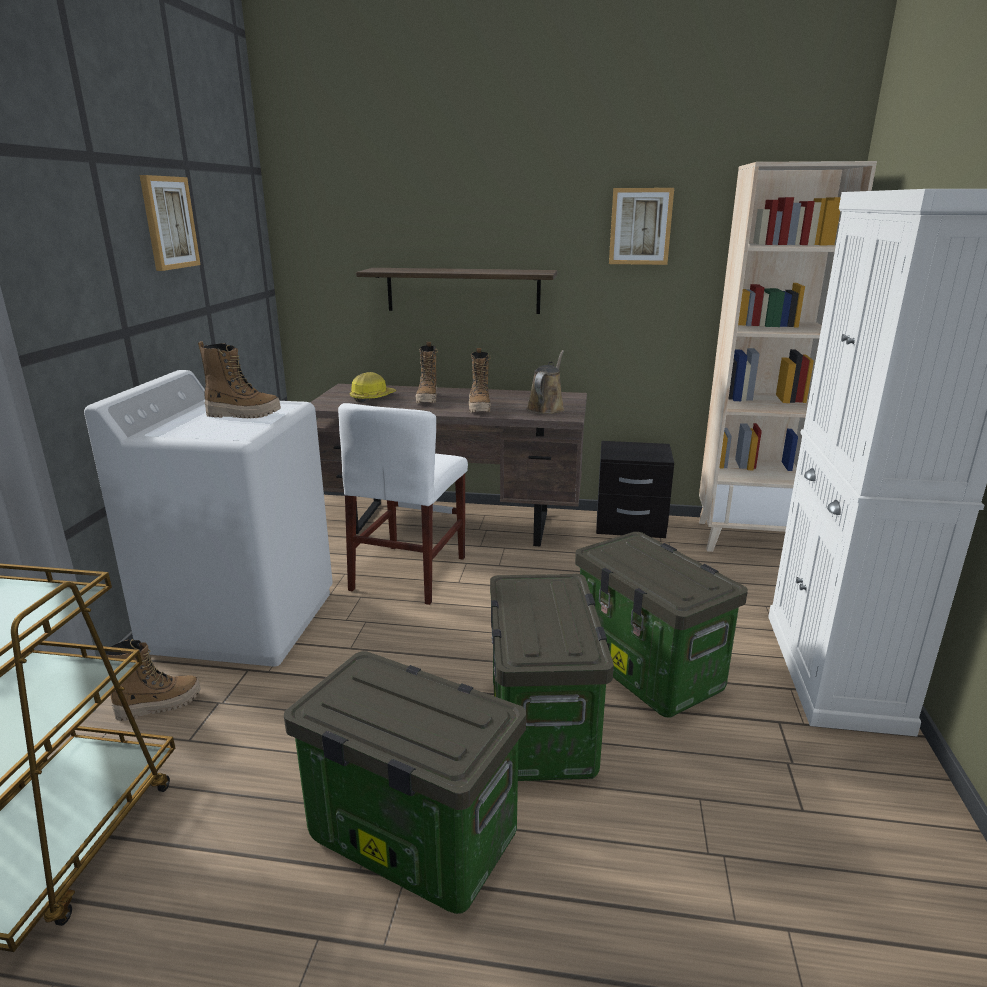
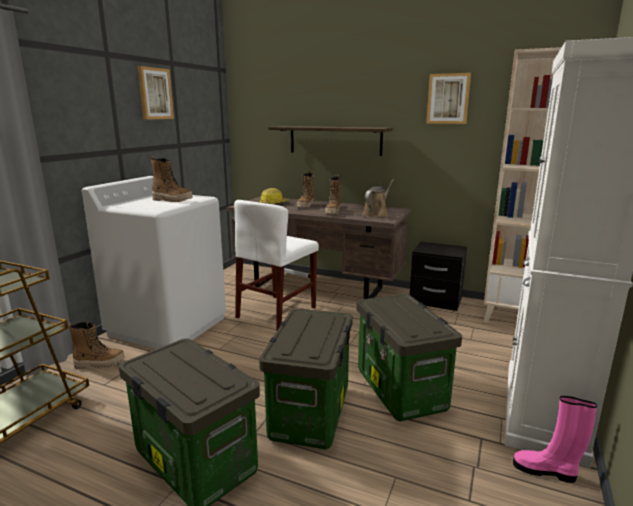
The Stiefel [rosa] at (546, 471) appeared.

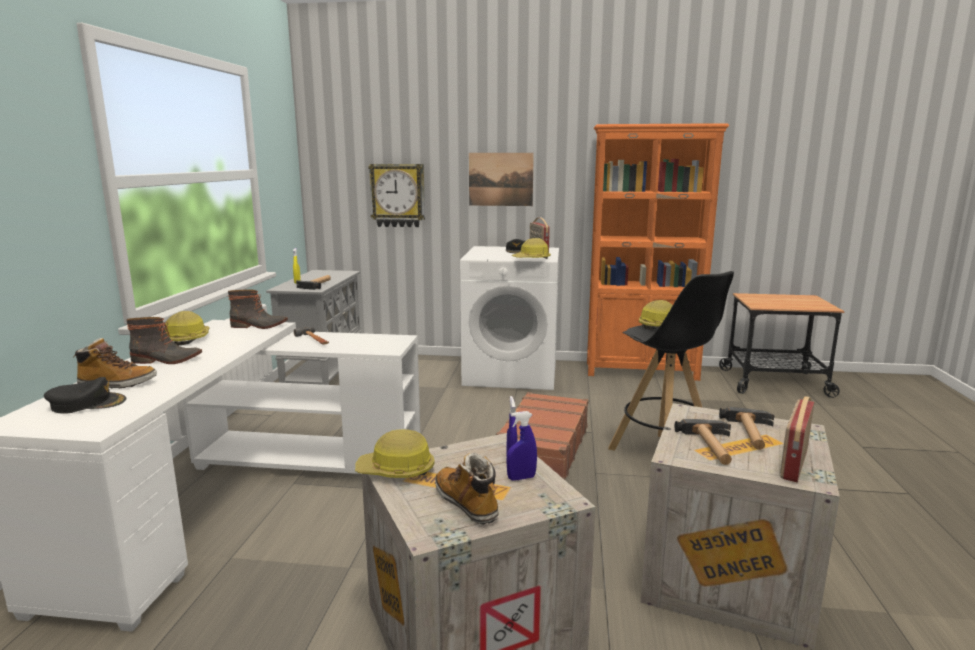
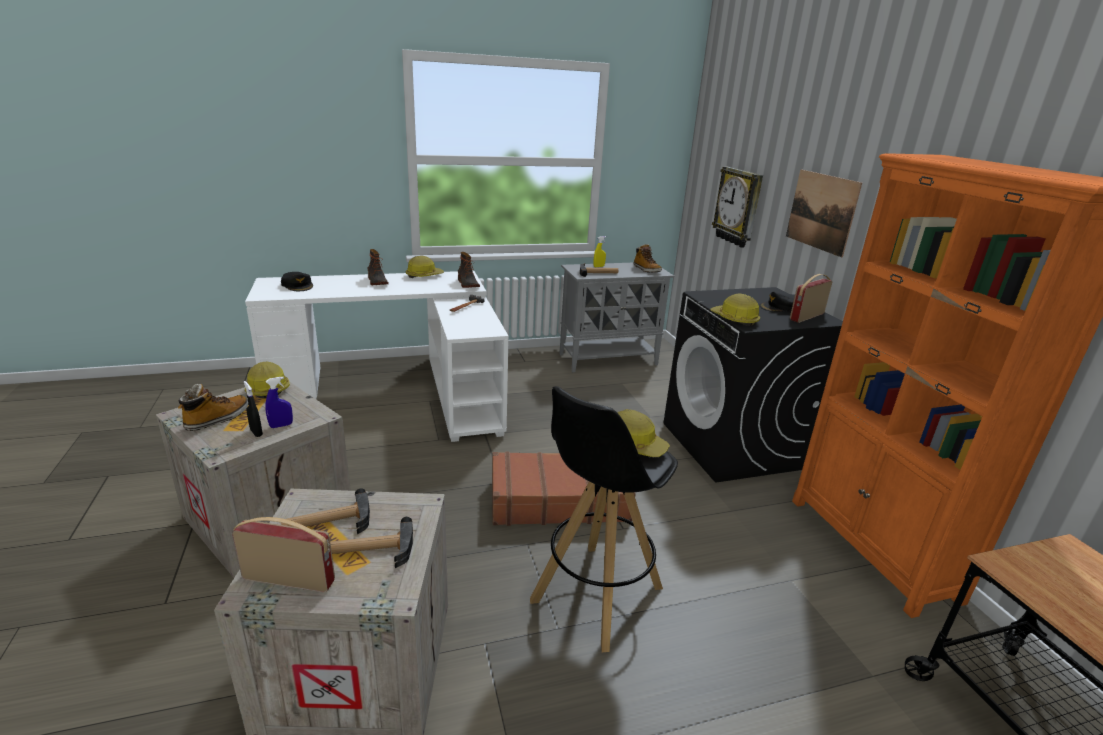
The Stiefel moved from (117, 384) to (646, 269). The Waschmaschine [weiß] at (512, 373) became the Waschmaschine [schwarz] at (732, 446). The Sprühflasche [blau] at (521, 478) became the Sprühflasche [schwarz] at (256, 432).

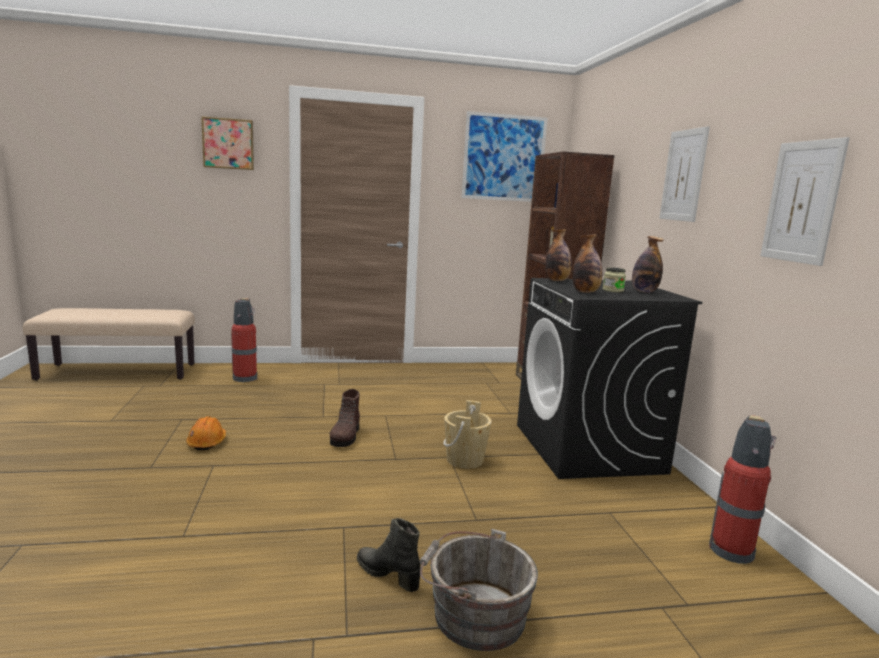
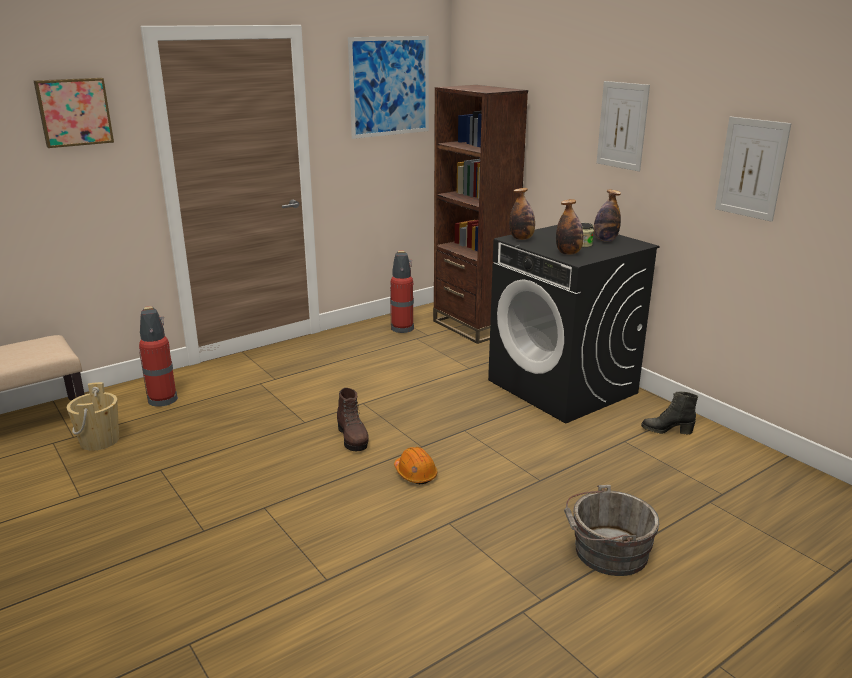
The Schutzhelm [orange] moved from (207, 442) to (415, 474). The Stiefel [schwarz] moved from (388, 574) to (666, 430). The Eimer [beige] moved from (465, 459) to (99, 440). The Feuerlöscher moved from (731, 550) to (402, 328).

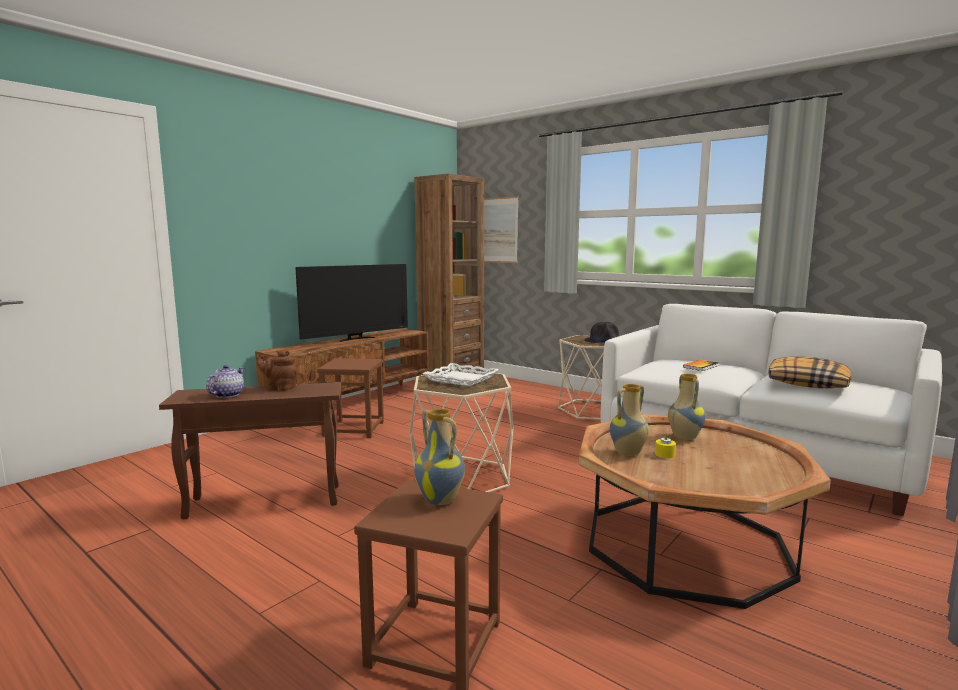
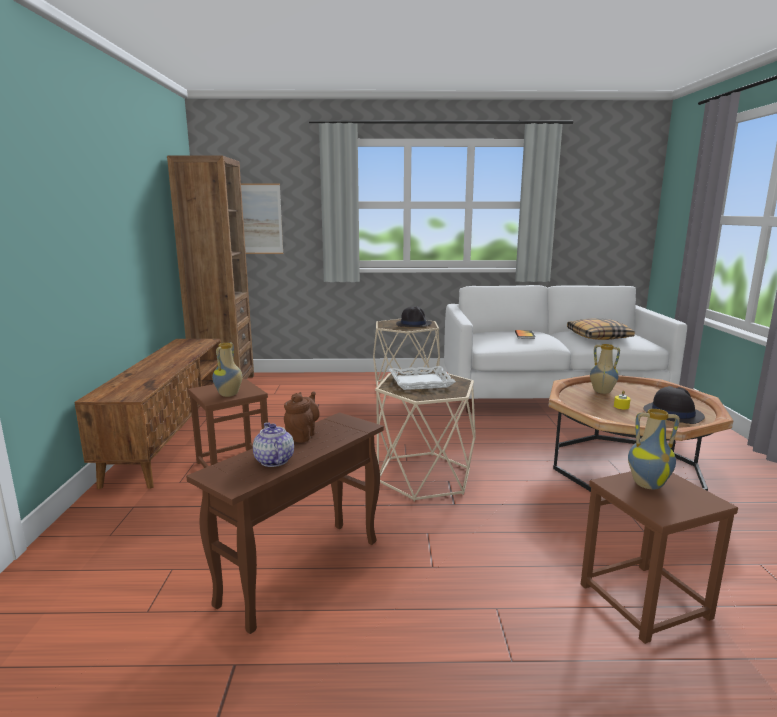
The Fernseher at (356, 339) disappeared. The Hut [schwarz] at (672, 413) appeared. The Vase moved from (628, 453) to (229, 395). The Teekanne [braun] at (279, 388) turned 135 degrees clockwise.

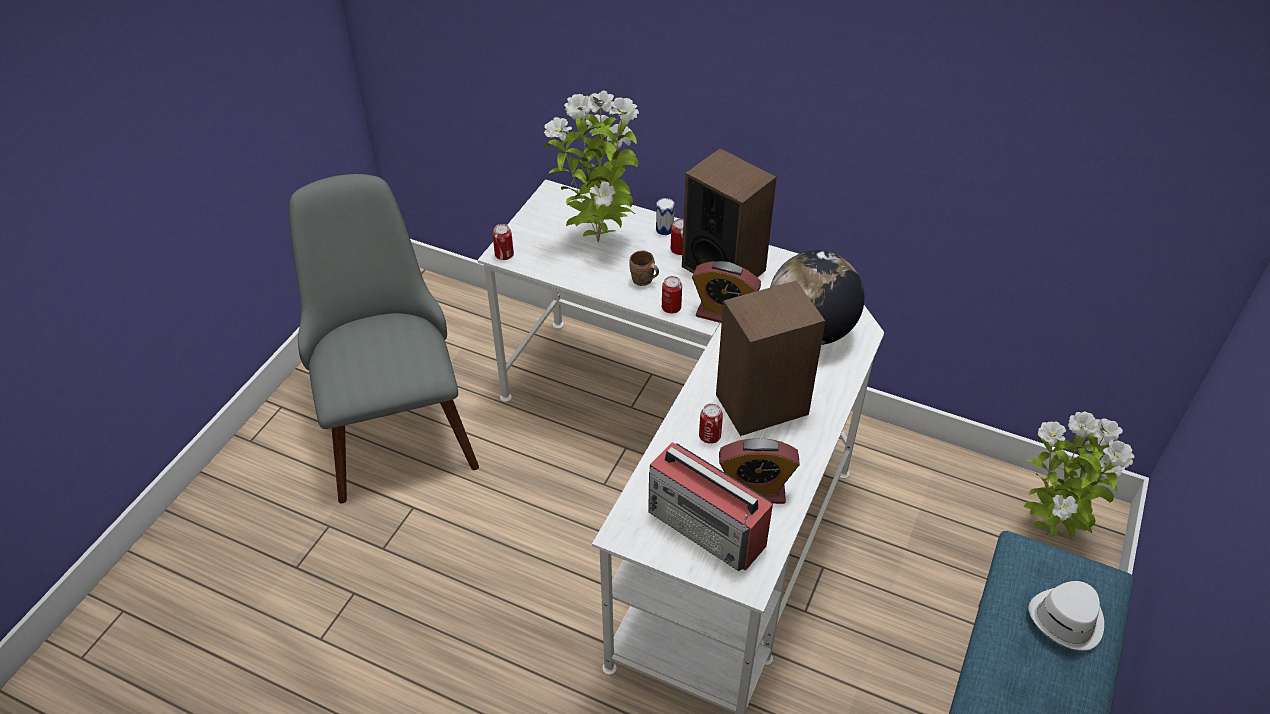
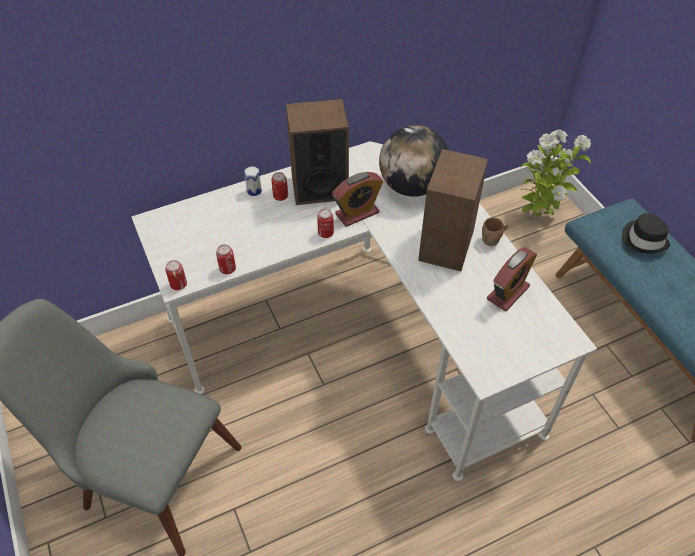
The Topfpflanze at (599, 240) disappeared. The Radio at (707, 528) disappeared. The Henkelbecher [braun] moved from (642, 281) to (492, 241). The Dose moved from (709, 436) to (227, 269). The Hut [weiß] at (1067, 620) became the Hut [schwarz] at (644, 239).

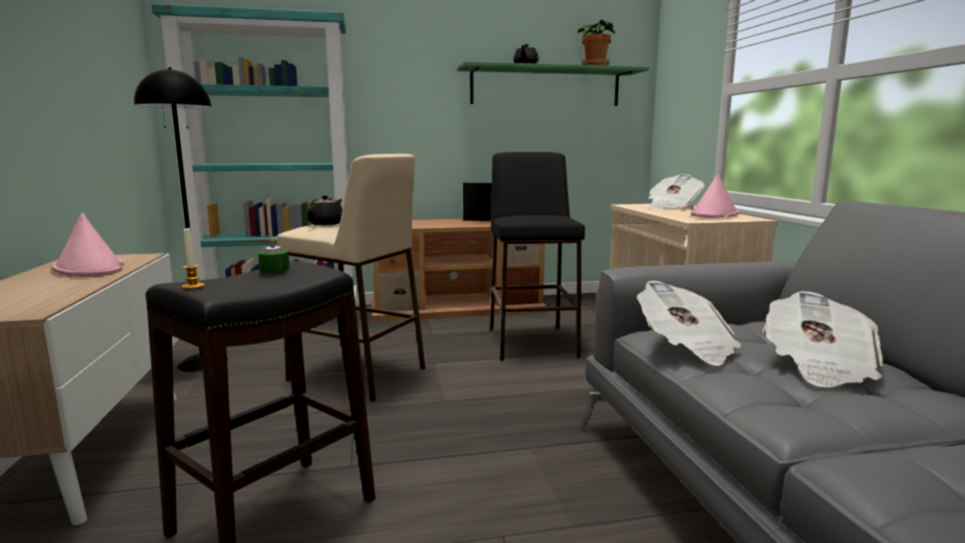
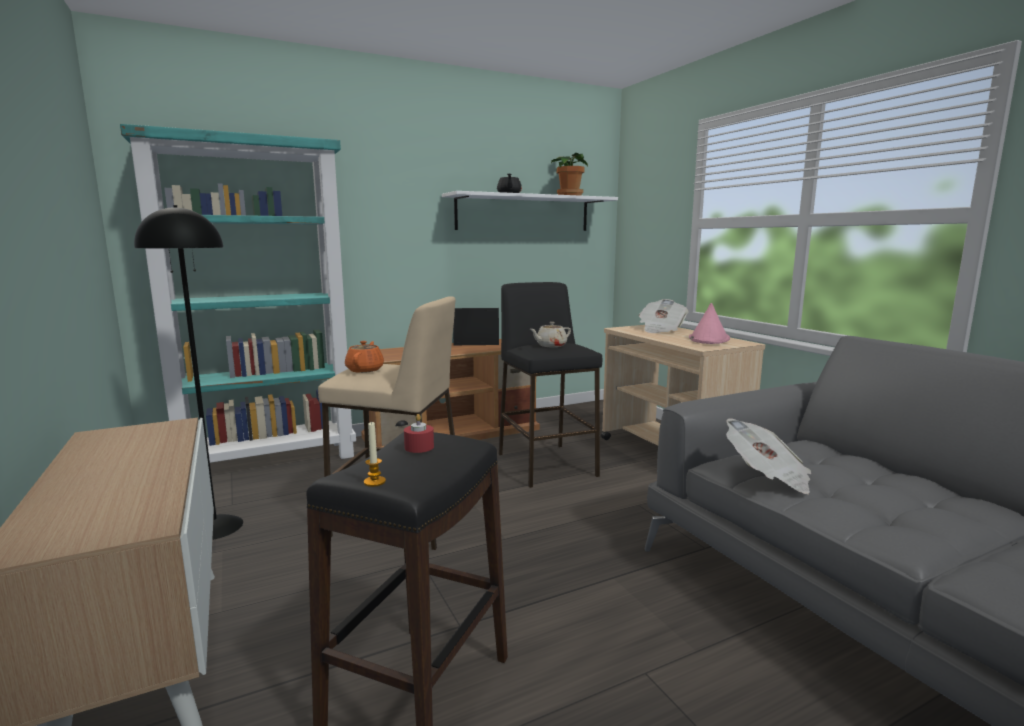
The Hut [rosa] at (89, 268) disappeared. The Zeitung at (818, 366) disappeared. The Teekanne [beige] at (550, 345) appeared. The Kerze [grün] at (274, 270) became the Kerze [rot] at (419, 447). The Teekanne [schwarz] at (327, 224) became the Teekanne [orange] at (365, 369). The Wandregal [grün] at (545, 87) became the Wandregal [weiß] at (523, 213).

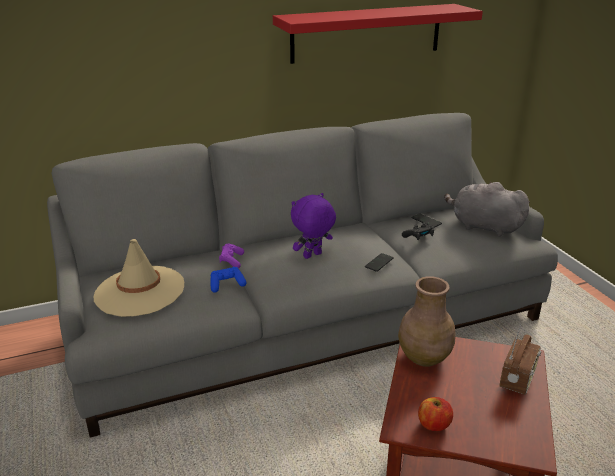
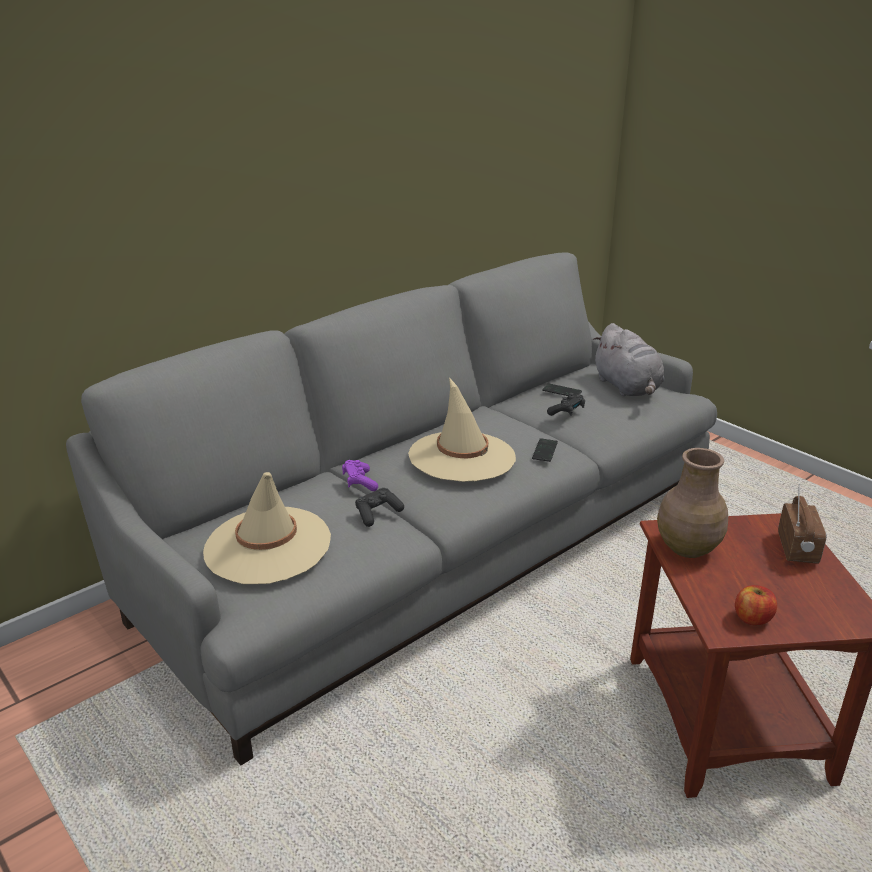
The Wandregal [rot] at (367, 33) disappeared. The Plüschtier [lila] at (312, 256) was replaced by the Hut [beige] at (462, 457). The Gamepad [blau] at (226, 285) became the Gamepad [schwarz] at (377, 513). The Plüschtier [grau] at (483, 227) turned 120 degrees counterclockwise.

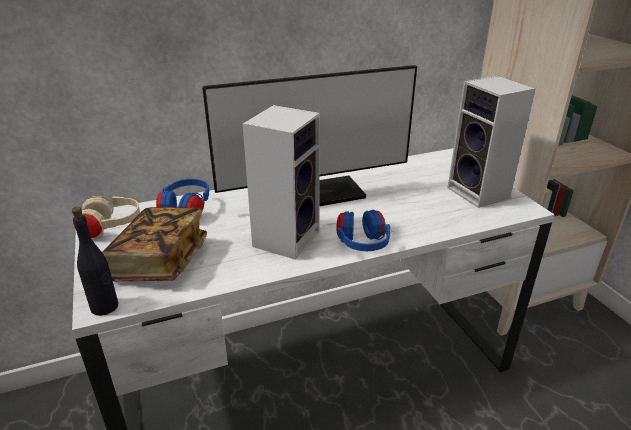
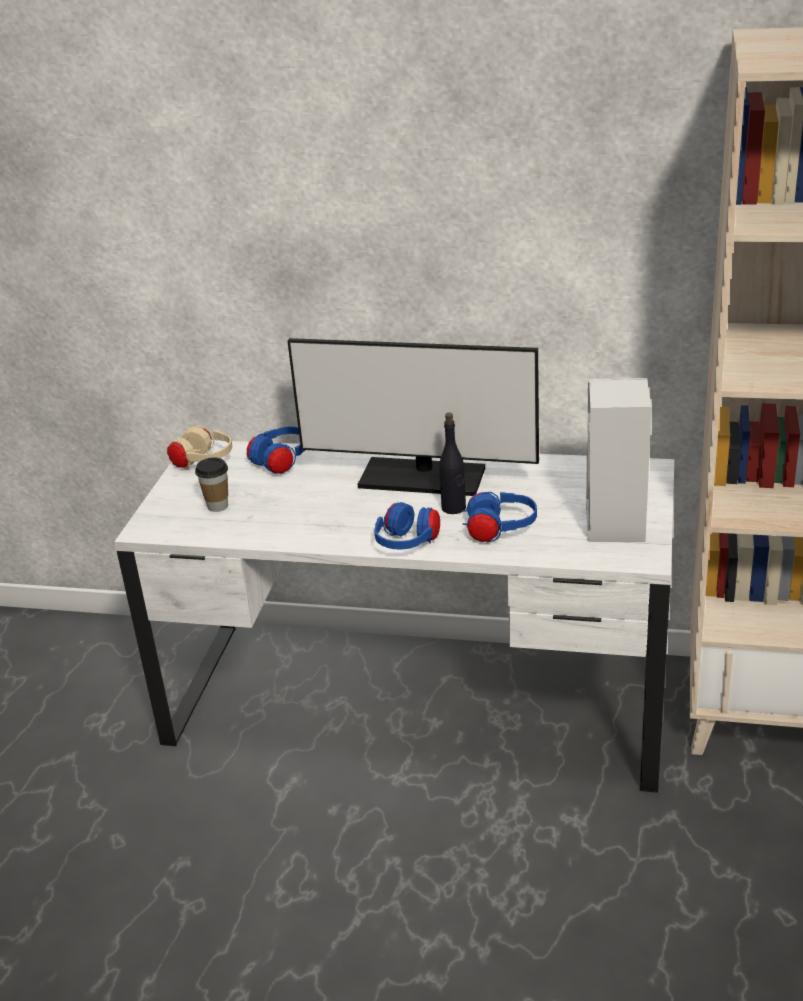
The Lautsprecher at (286, 237) disappeared. The Kopfhörer [blau] at (500, 531) appeared. The Flasche [schwarz] moved from (105, 307) to (454, 508). The Buch at (160, 262) was replaced by the Tasse at (217, 506).

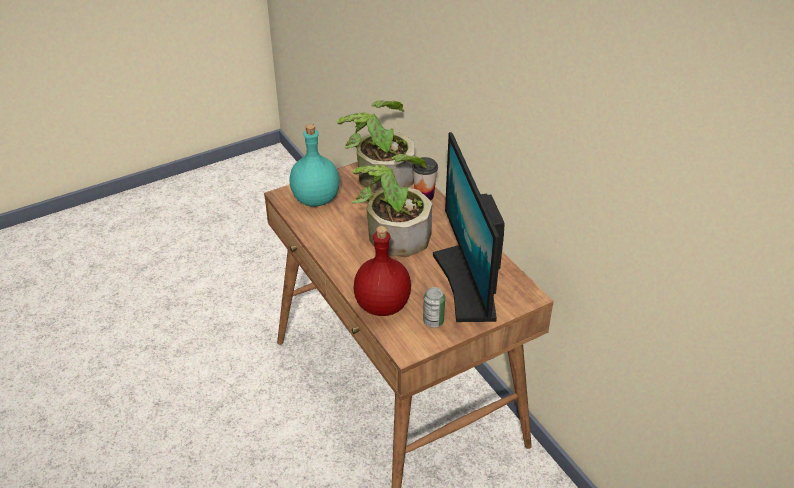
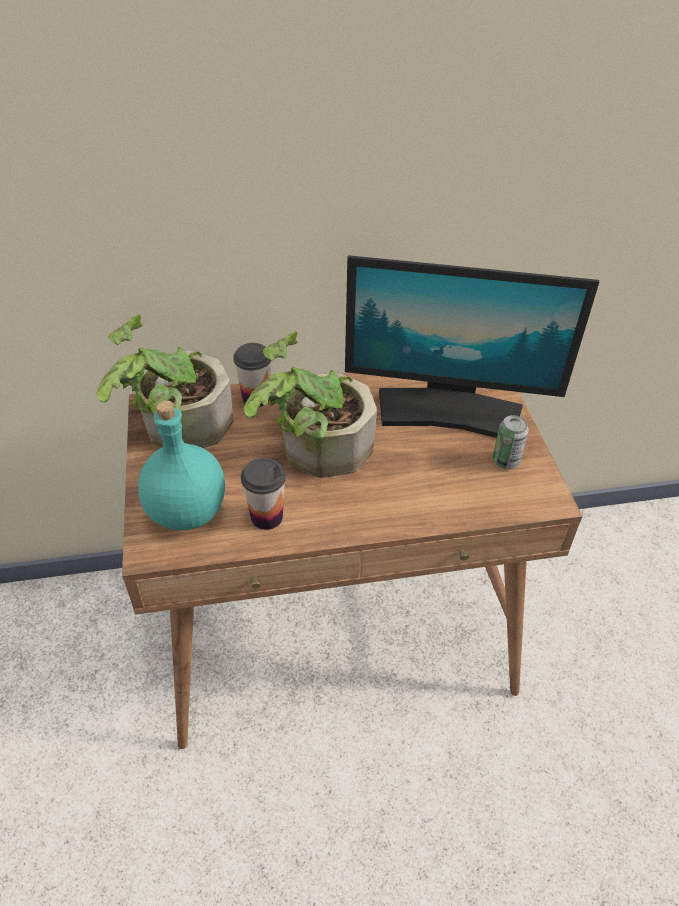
The Flasche [rot] at (383, 305) disappeared. The Tasse at (266, 517) appeared.

